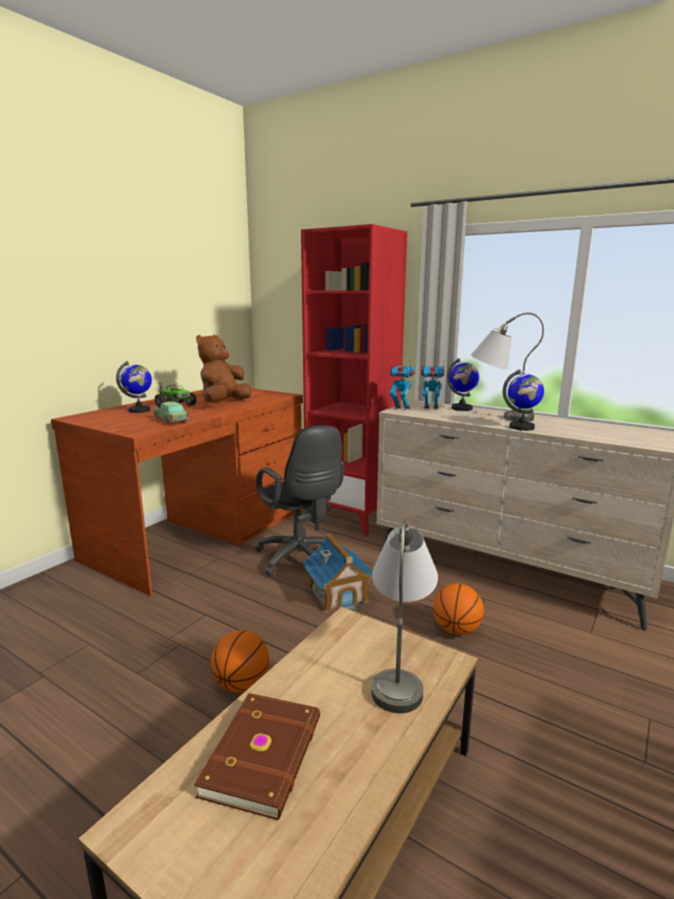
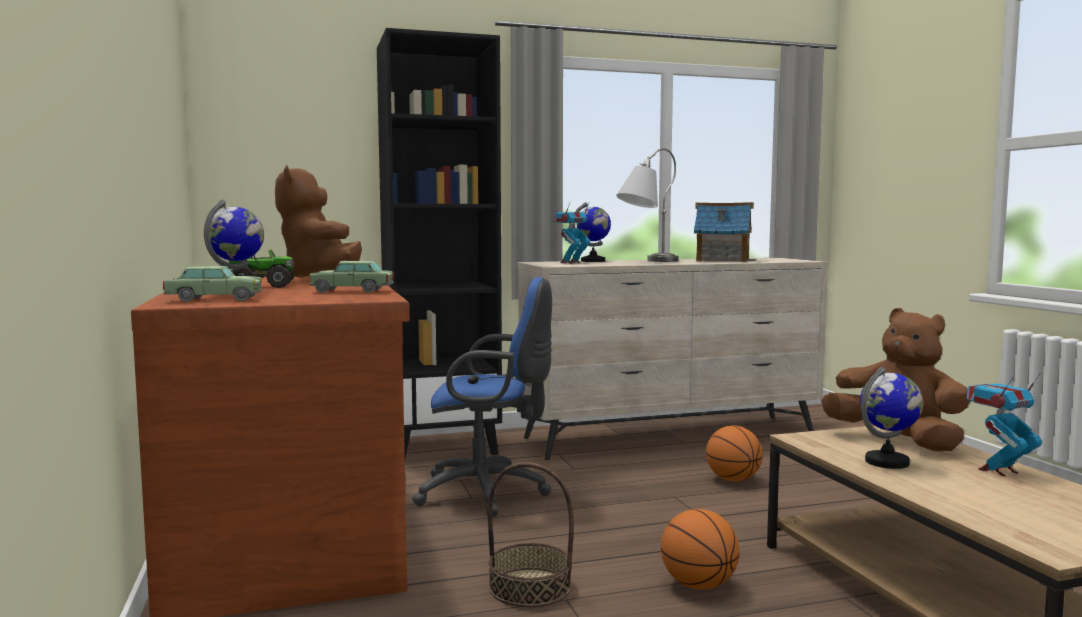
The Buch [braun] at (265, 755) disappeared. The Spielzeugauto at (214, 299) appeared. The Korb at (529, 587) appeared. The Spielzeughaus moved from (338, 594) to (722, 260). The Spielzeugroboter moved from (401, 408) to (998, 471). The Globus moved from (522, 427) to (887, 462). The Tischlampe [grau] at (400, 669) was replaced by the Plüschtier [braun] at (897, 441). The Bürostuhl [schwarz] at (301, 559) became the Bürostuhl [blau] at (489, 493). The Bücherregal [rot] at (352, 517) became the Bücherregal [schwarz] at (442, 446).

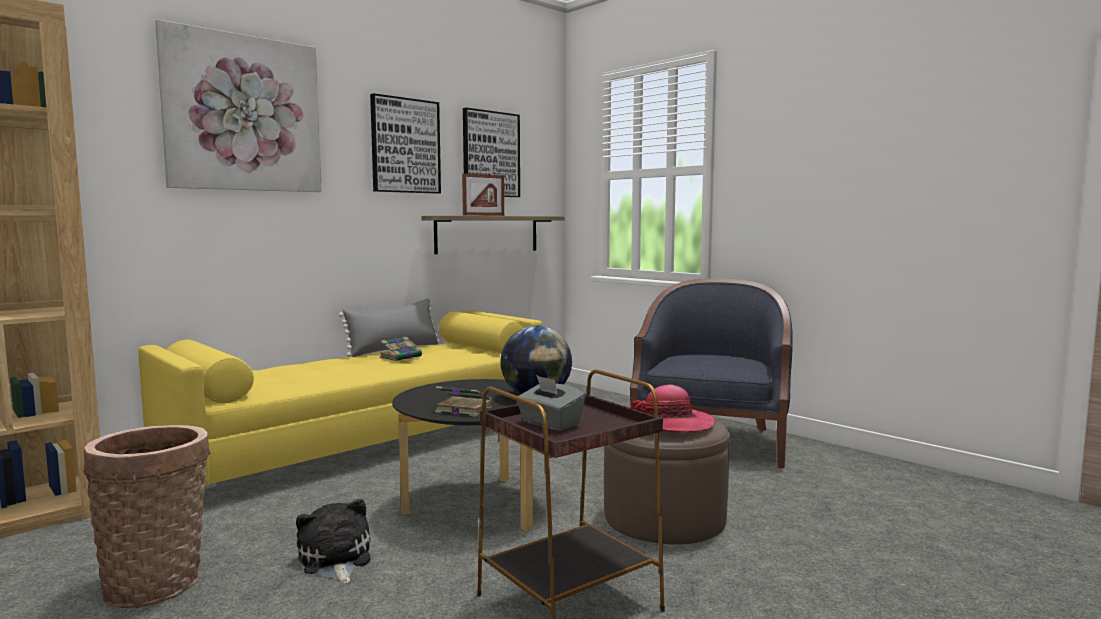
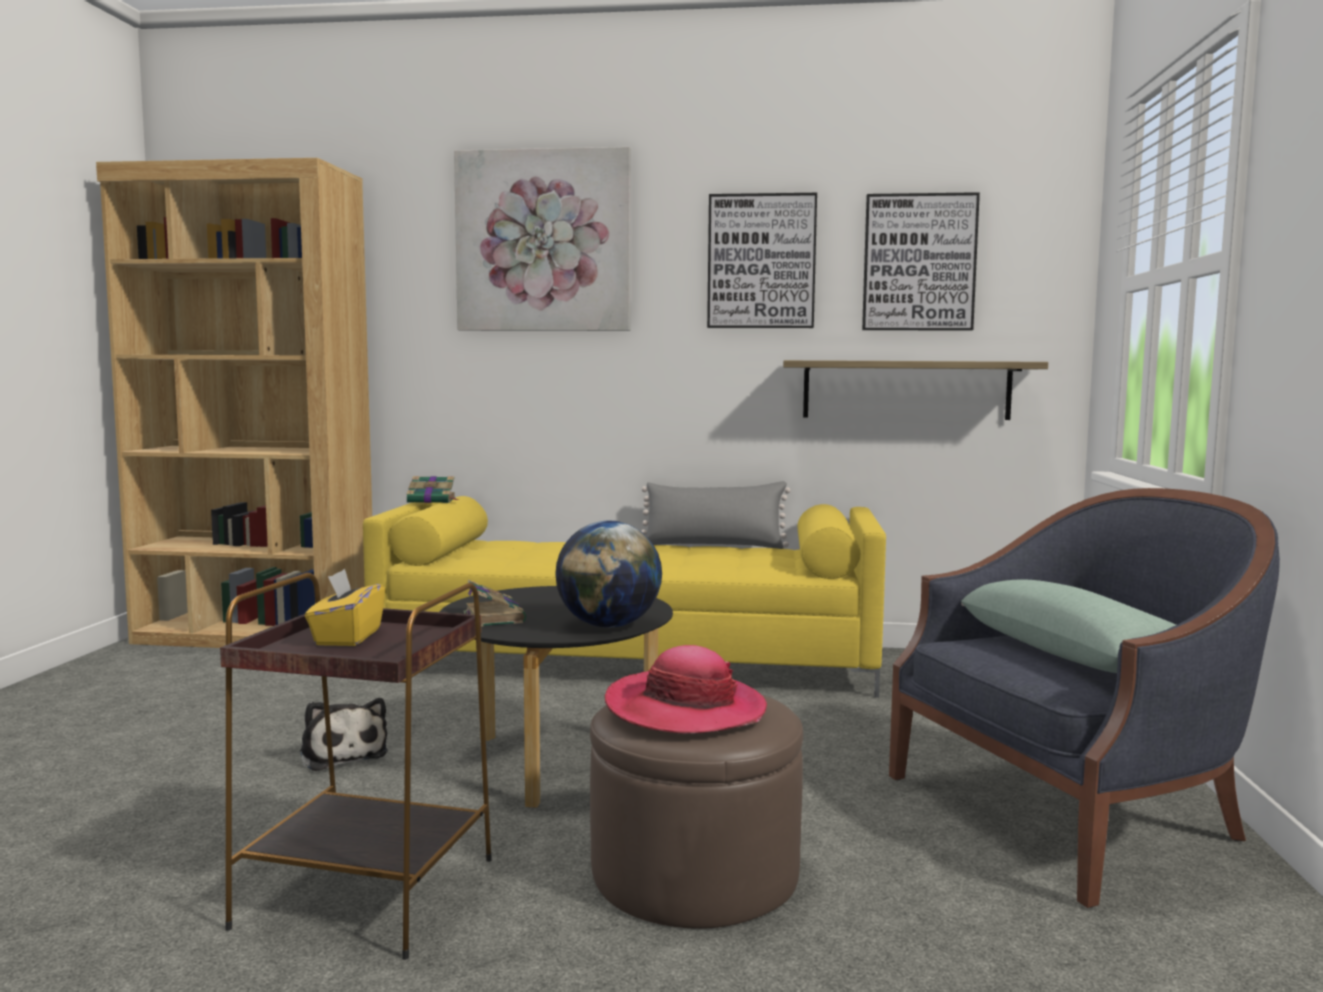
The Korb at (158, 582) disappeared. The Bilderrahmen at (484, 215) disappeared. The Kissen [grün] at (1074, 655) appeared. The Buch moved from (401, 357) to (432, 501). The Taschentuchbox [grau] at (549, 424) became the Taschentuchbox [gelb] at (347, 637). The Plüschtier at (335, 560) turned 120 degrees clockwise.

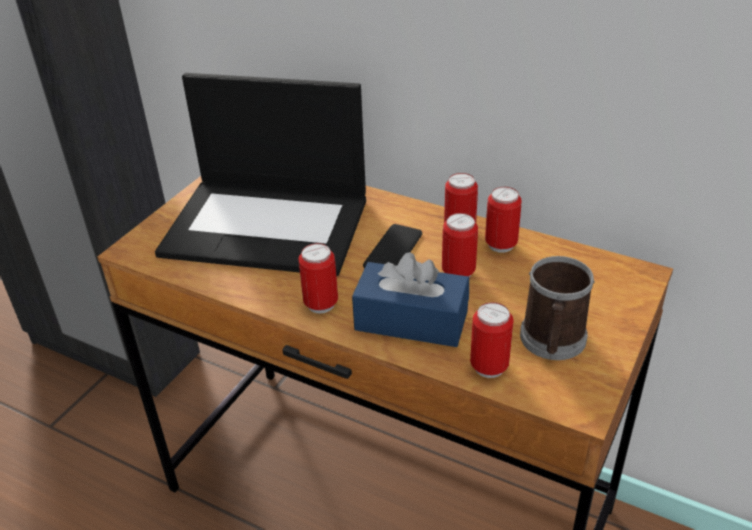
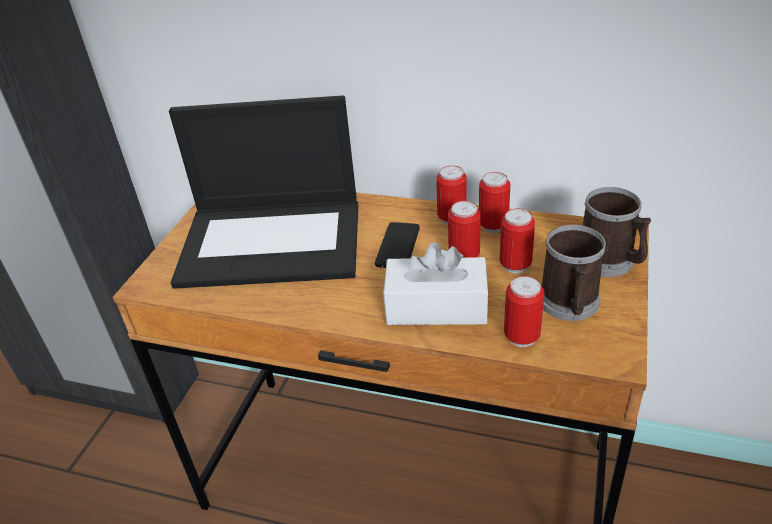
The Henkelbecher at (610, 262) appeared. The Dose moved from (321, 304) to (515, 265). The Taschentuchbox [blau] at (411, 320) became the Taschentuchbox [weiß] at (436, 307).

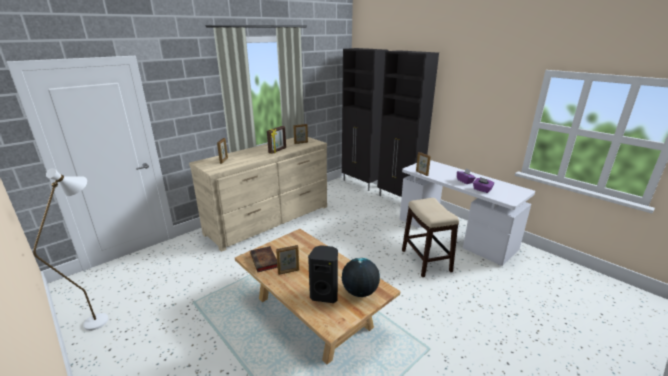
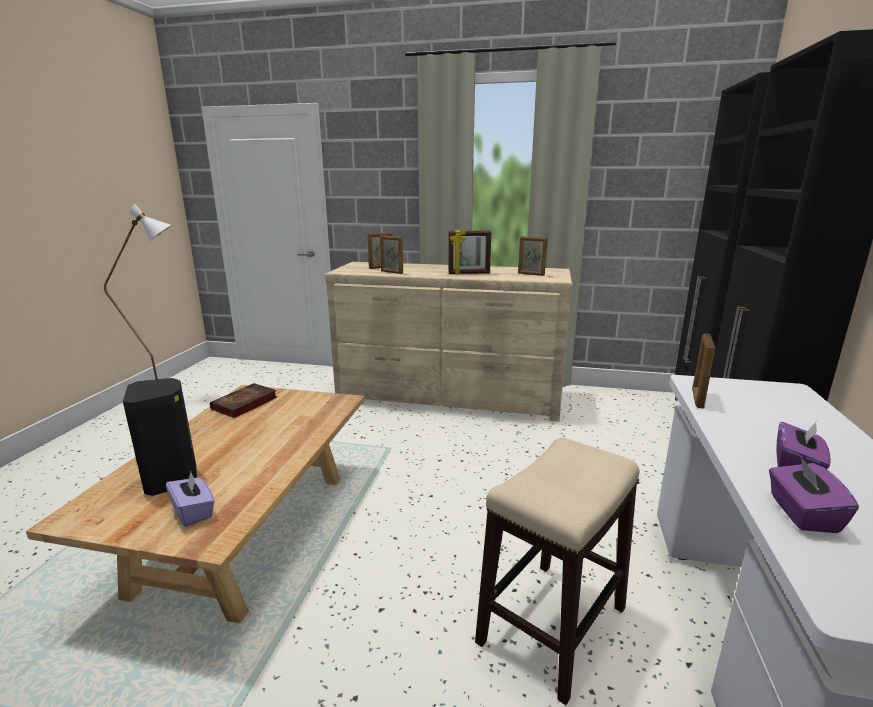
The Bilderrahmen moved from (288, 272) to (391, 272). The Globus at (359, 292) was replaced by the Taschentuchbox [lila] at (193, 512).

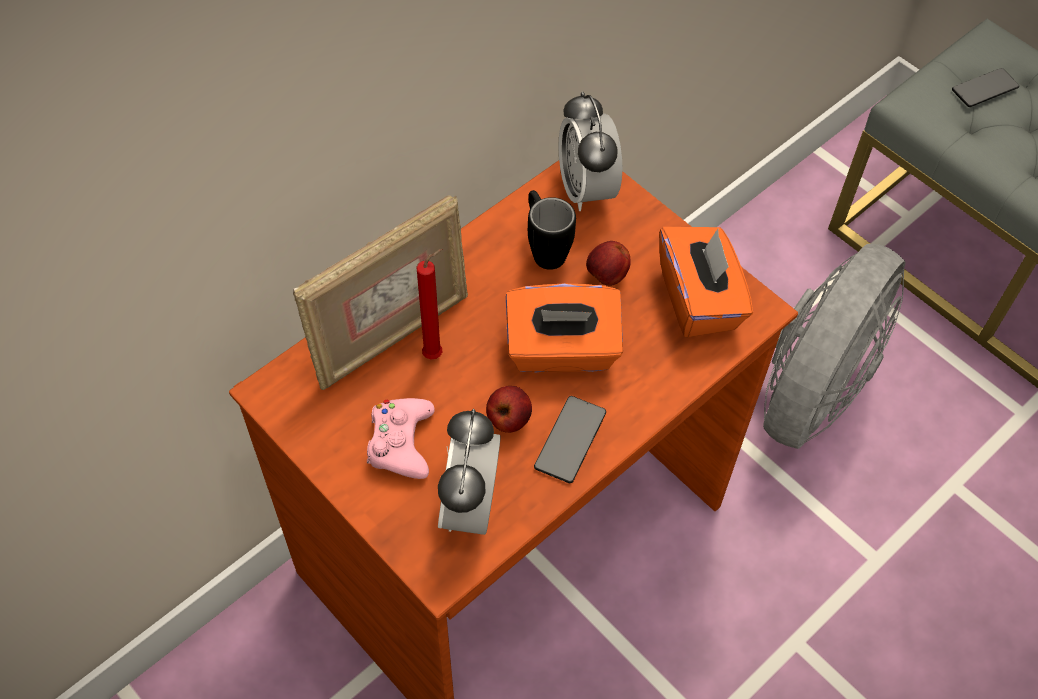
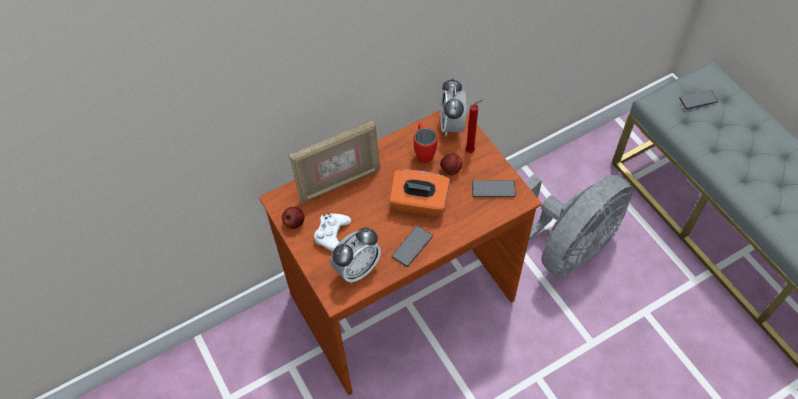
The Kerze [rot] moved from (435, 354) to (471, 151). The Apfel moved from (508, 420) to (294, 223). The Taschentuchbox [orange] at (699, 300) was replaced by the Handy at (493, 189). The Gamepad [rosa] at (400, 443) became the Gamepad [weiß] at (332, 234). The Henkelbecher [schwarz] at (544, 248) became the Henkelbecher [rot] at (423, 152). The Wecker at (470, 506) turned 150 degrees counterclockwise.

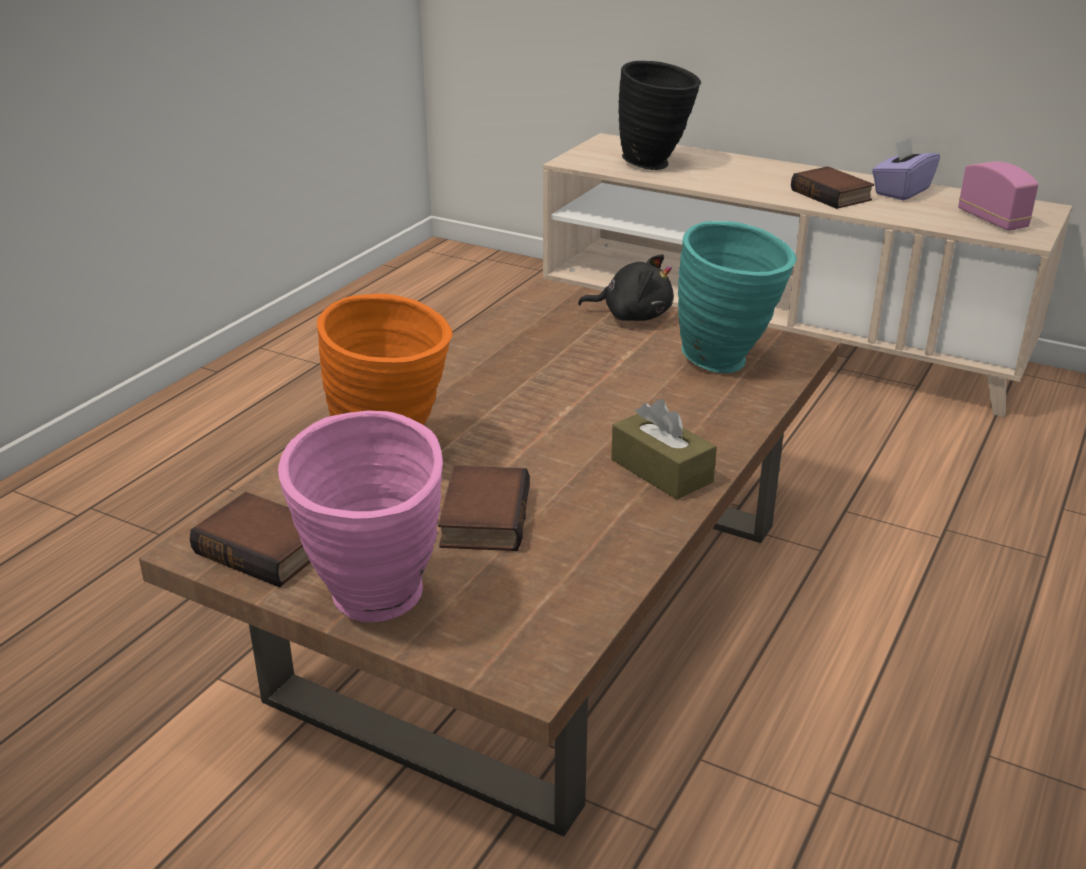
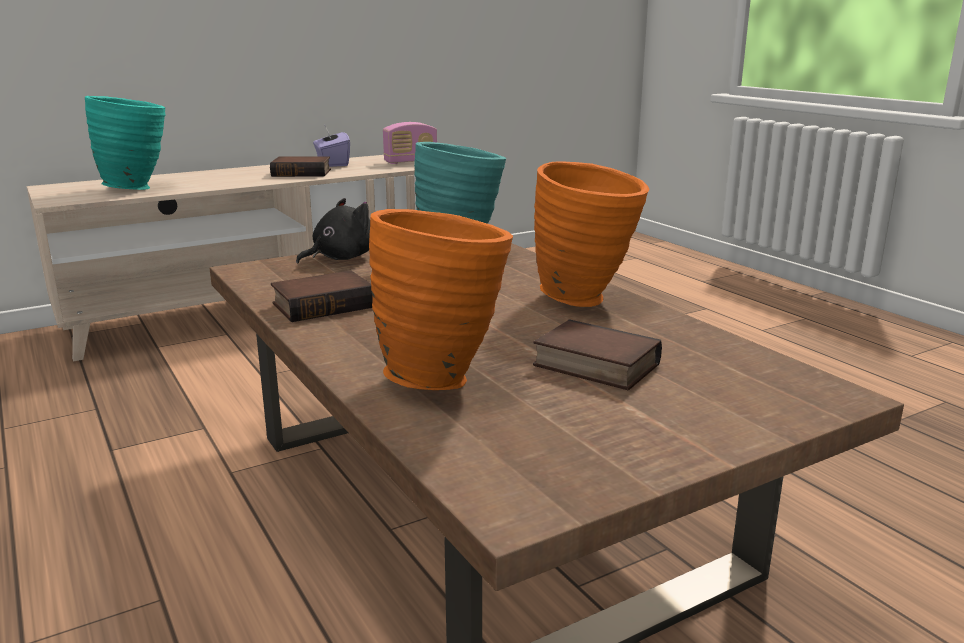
The Vase [rosa] at (377, 608) disappeared. The Buch moved from (267, 548) to (324, 304). The Taschentuchbox [braun] at (661, 471) was replaced by the Vase [orange] at (587, 300). The Vase [schwarz] at (656, 165) became the Vase [türkis] at (138, 188). The Radio at (992, 220) turned 150 degrees clockwise.

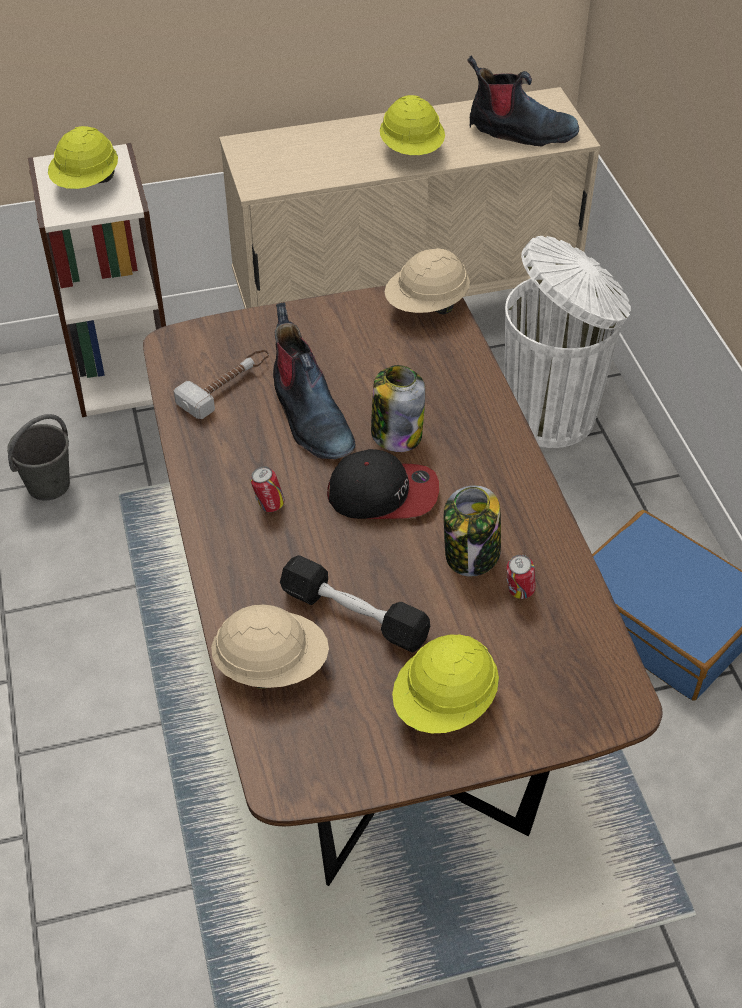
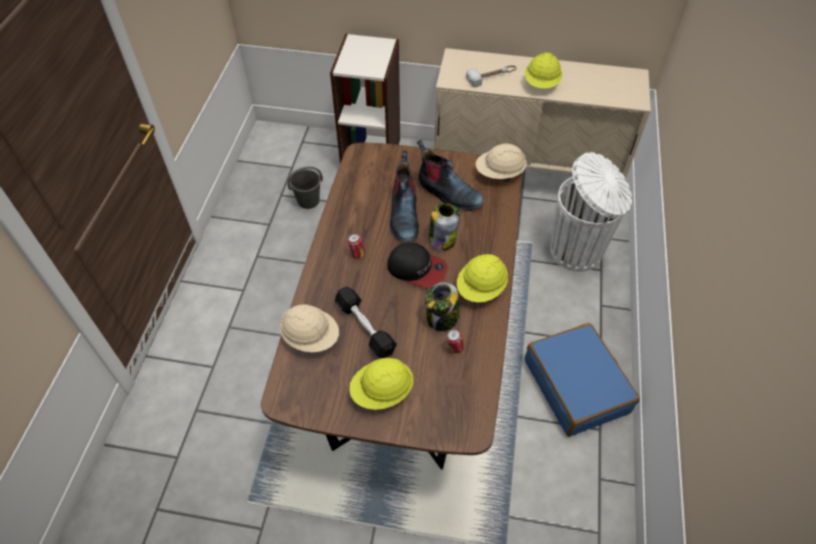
The Schutzhelm [gelb] moved from (87, 183) to (481, 288). The Hammer moved from (227, 386) to (491, 77). The Stiefel moved from (520, 132) to (448, 193).

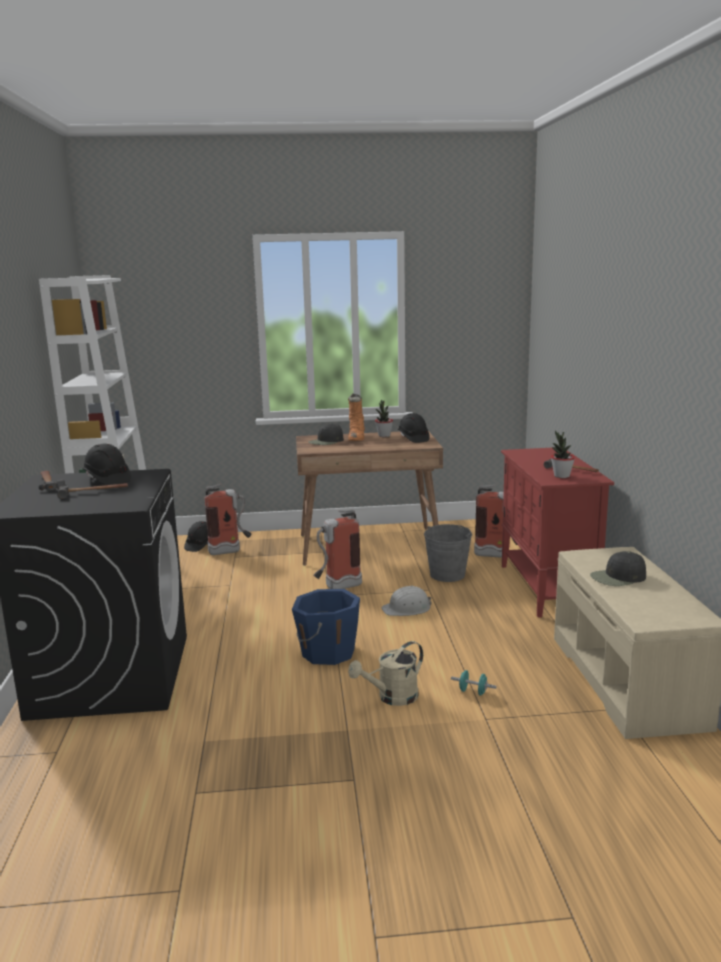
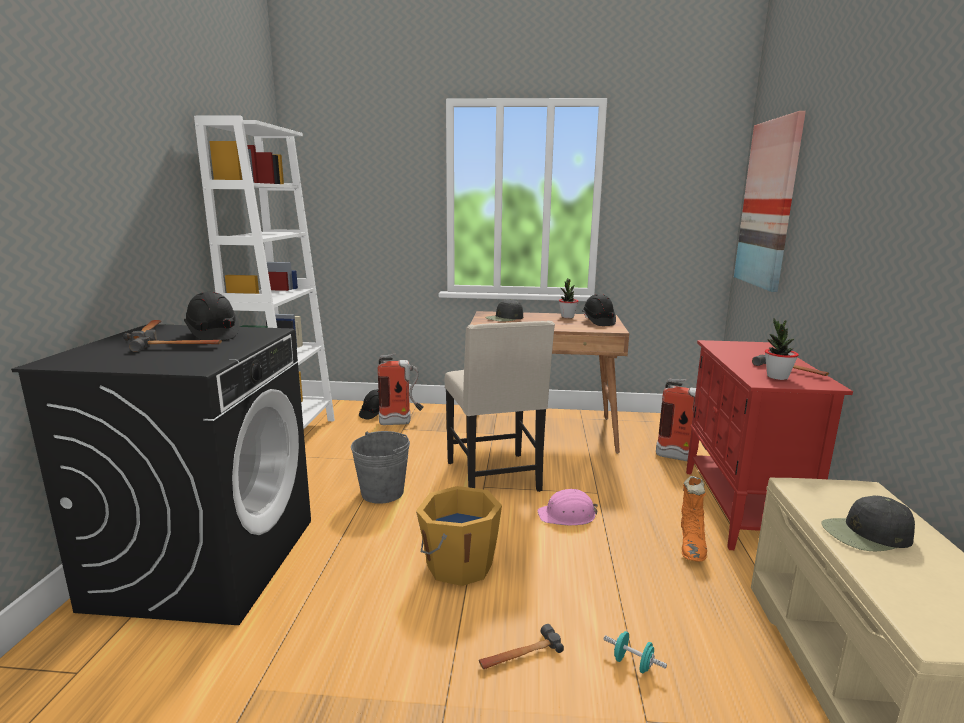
The Bild at (768, 204) appeared. The Stiefel [orange] moved from (357, 438) to (692, 545). The Eimer [grau] moved from (447, 575) to (382, 492). The Feuerlöscher at (337, 587) was replaced by the Stuhl [beige] at (495, 477). The Gießkanne [beige] at (392, 698) was replaced by the Hammer at (520, 655). The Eimer [blau] at (326, 652) became the Eimer [orange] at (458, 564). The Schutzhelm [weiß] at (407, 608) became the Schutzhelm [rosa] at (567, 515).

